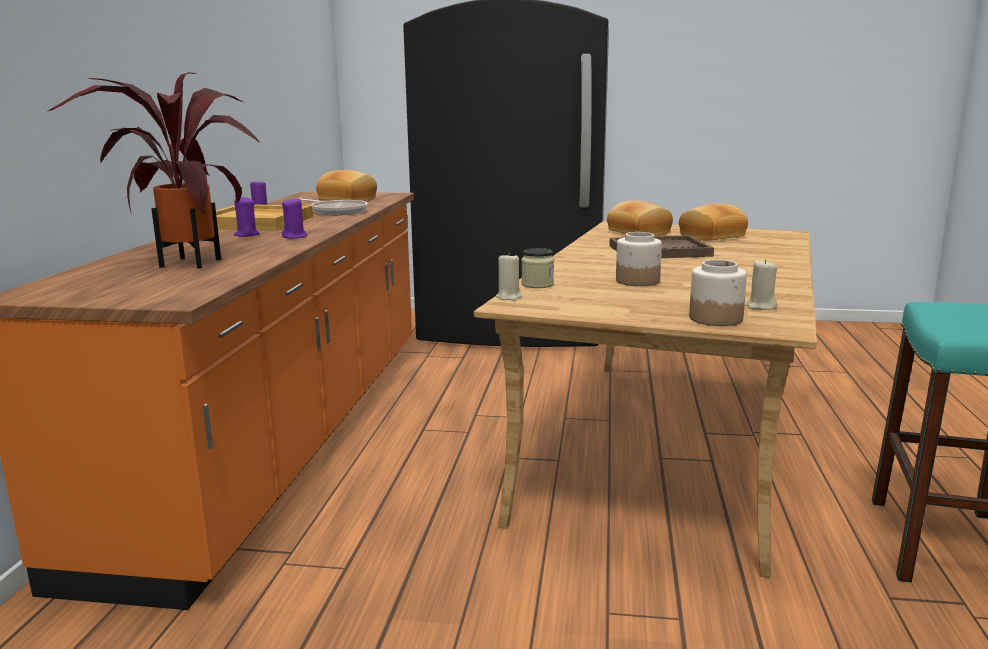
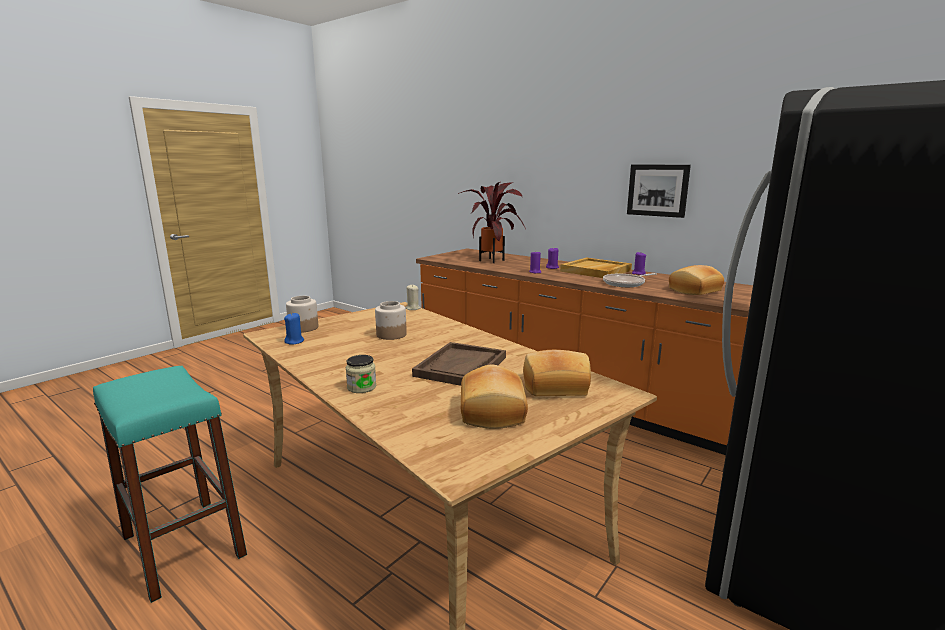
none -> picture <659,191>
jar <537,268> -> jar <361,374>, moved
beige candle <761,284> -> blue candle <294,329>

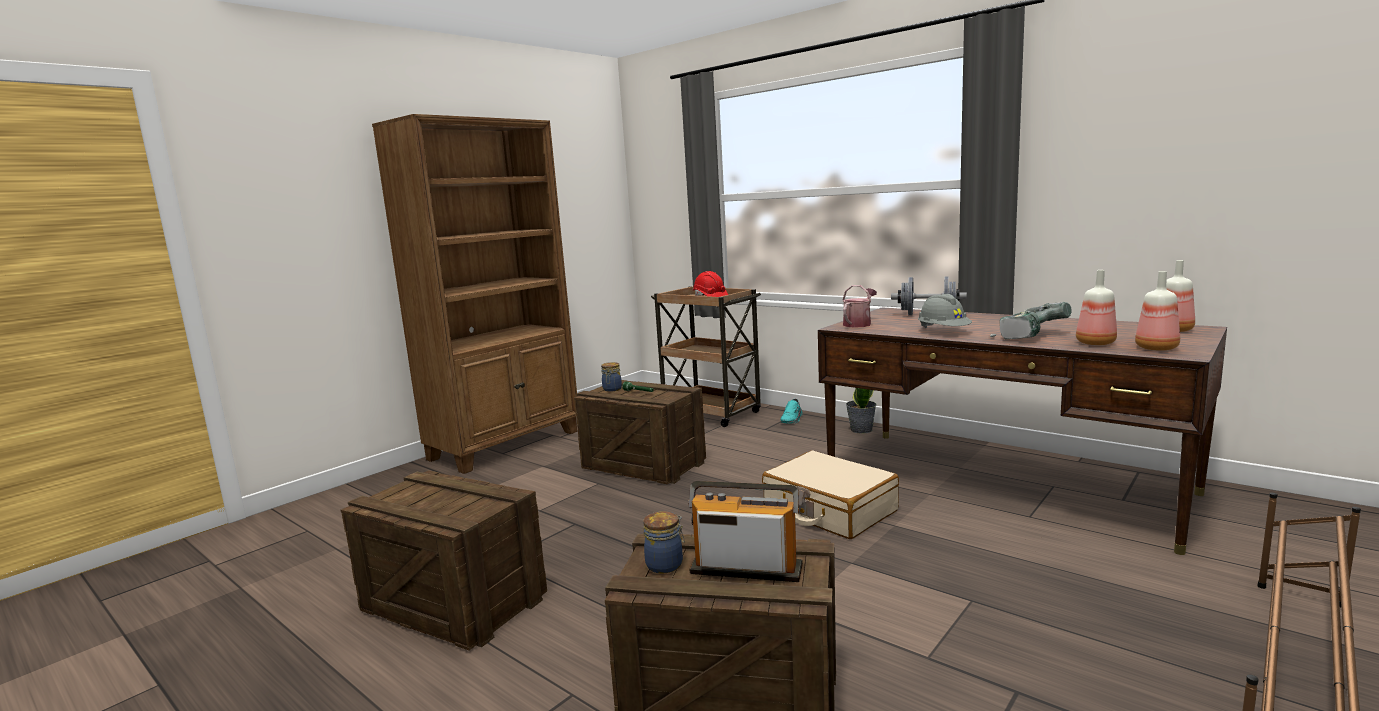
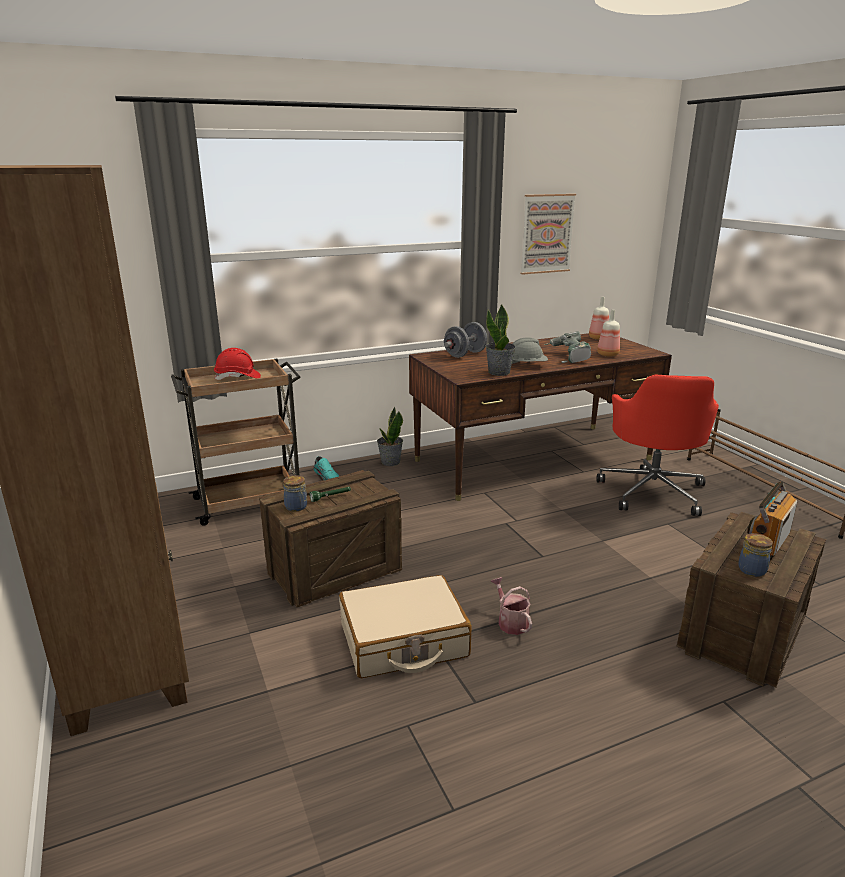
crate <444,560> -> none
bottle <1157,311> -> none
none -> potted plant <500,340>
none -> picture <548,234>
none -> red office chair <658,445>
beige suitcase <830,494> -> beige suitcase <405,626>, moved
watering can <860,306> -> watering can <511,606>, moved

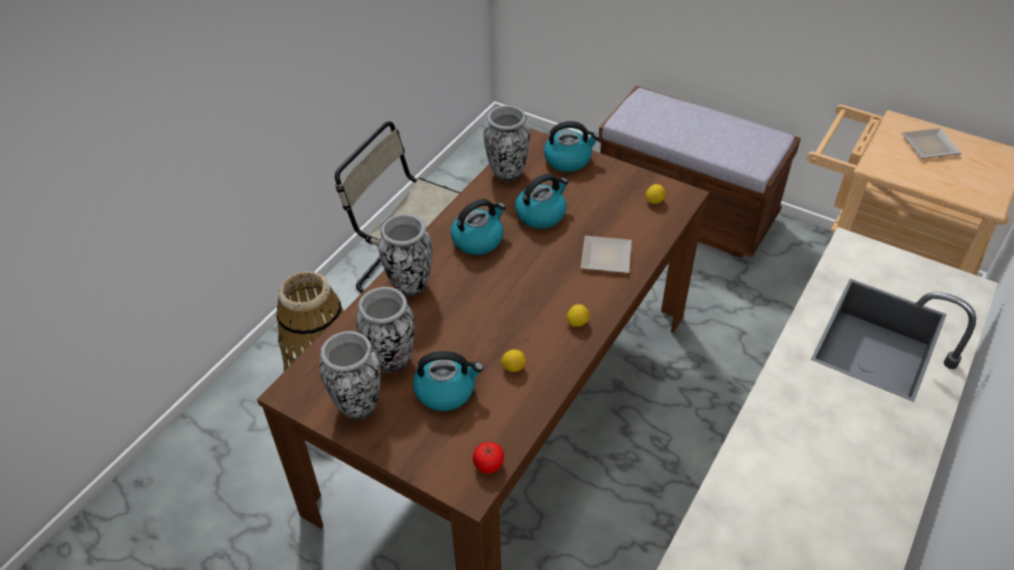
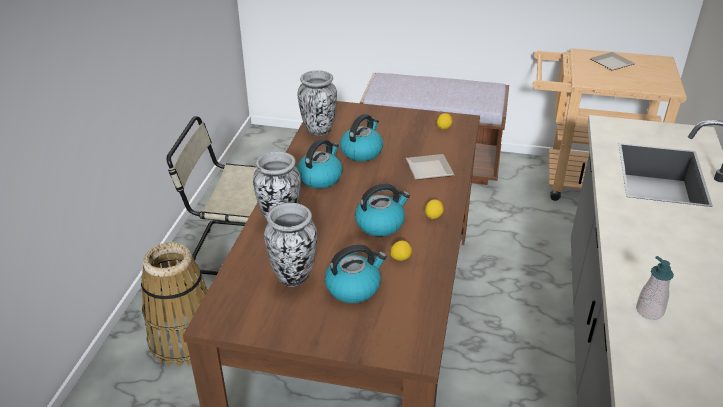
vase <350,375> -> none
tomato <488,458> -> none
none -> soap dispenser <655,288>
kettle <572,146> -> kettle <382,209>, moved

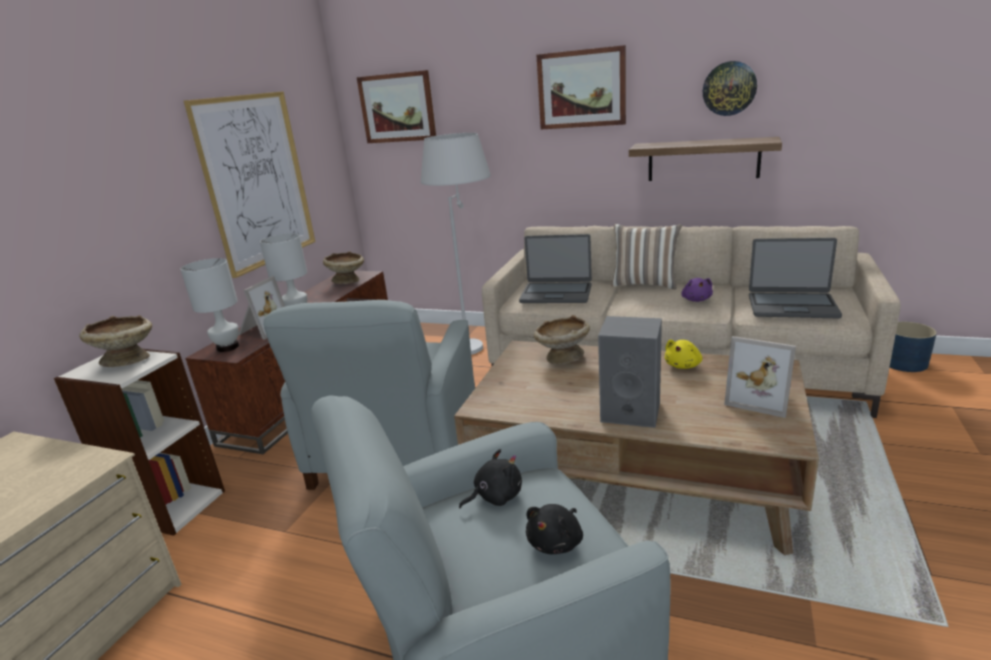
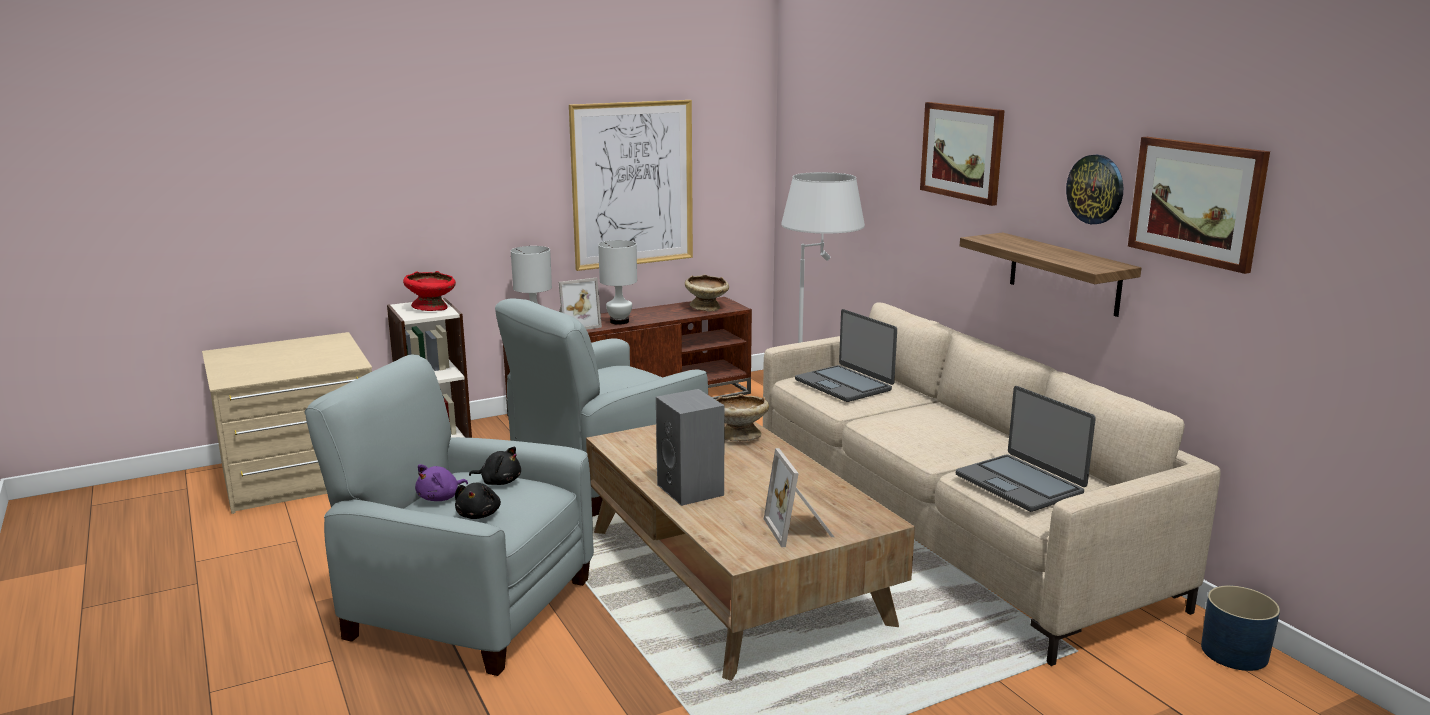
pillow <646,256> -> none
yellow plush toy <683,354> -> none
picture <396,106> -> picture <1199,205>, moved
purple plush toy <697,290> -> purple plush toy <441,482>, moved
beige bowl <115,341> -> red bowl <429,291>
black plush toy <554,529> -> black plush toy <478,501>, 75 degrees counterclockwise

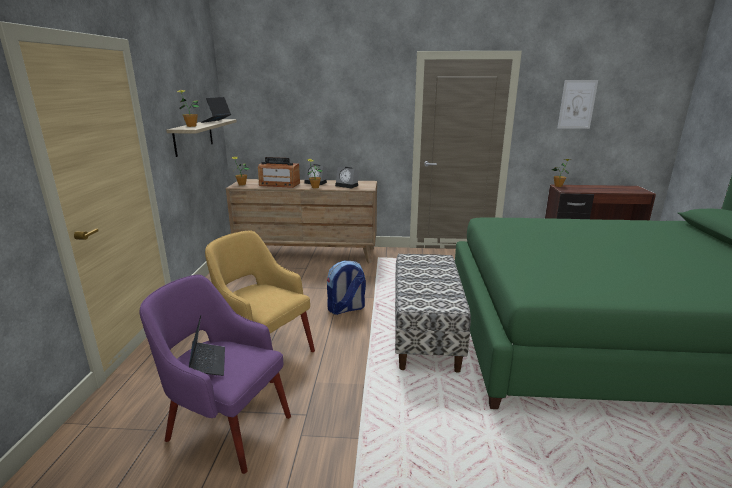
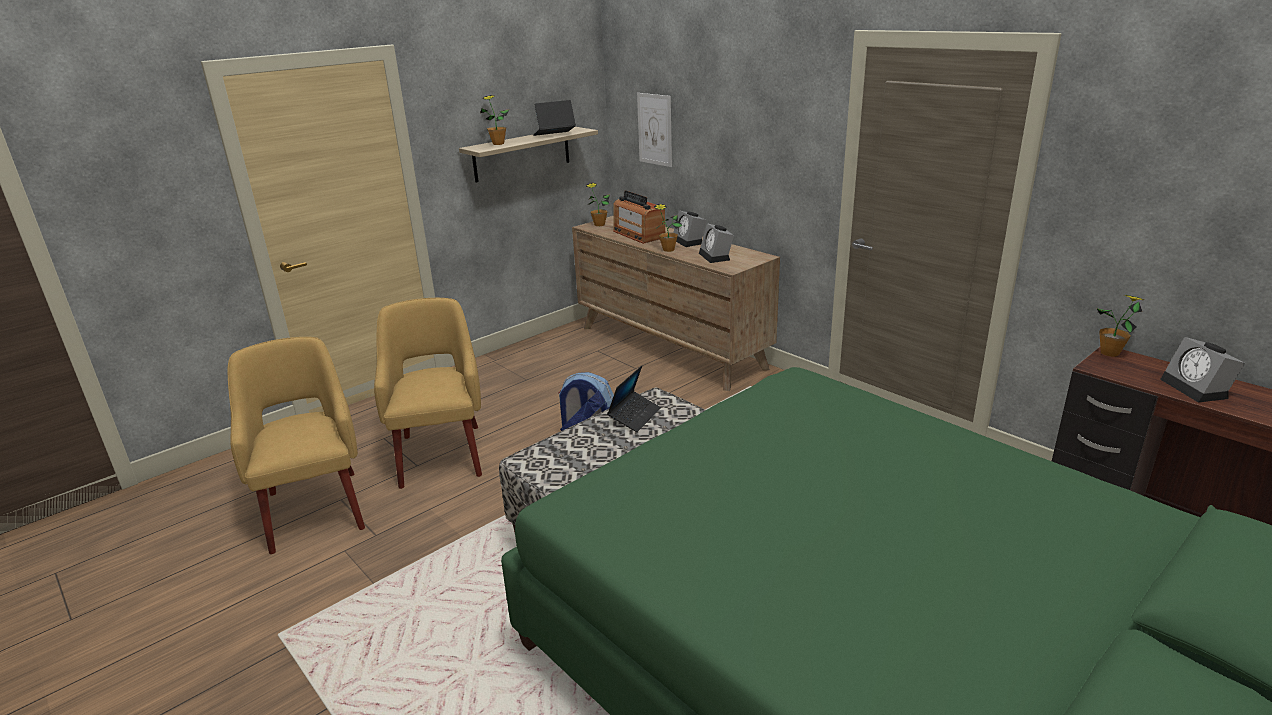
none -> alarm clock <1202,369>
laptop <207,345> -> laptop <634,399>, moved
picture <578,104> -> picture <654,130>, moved
purple armchair <215,374> -> yellow armchair <296,445>

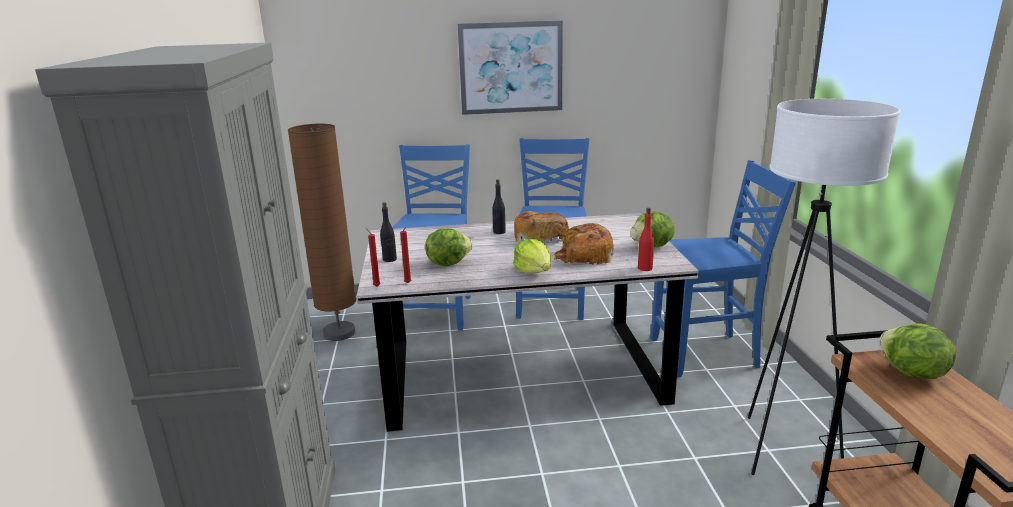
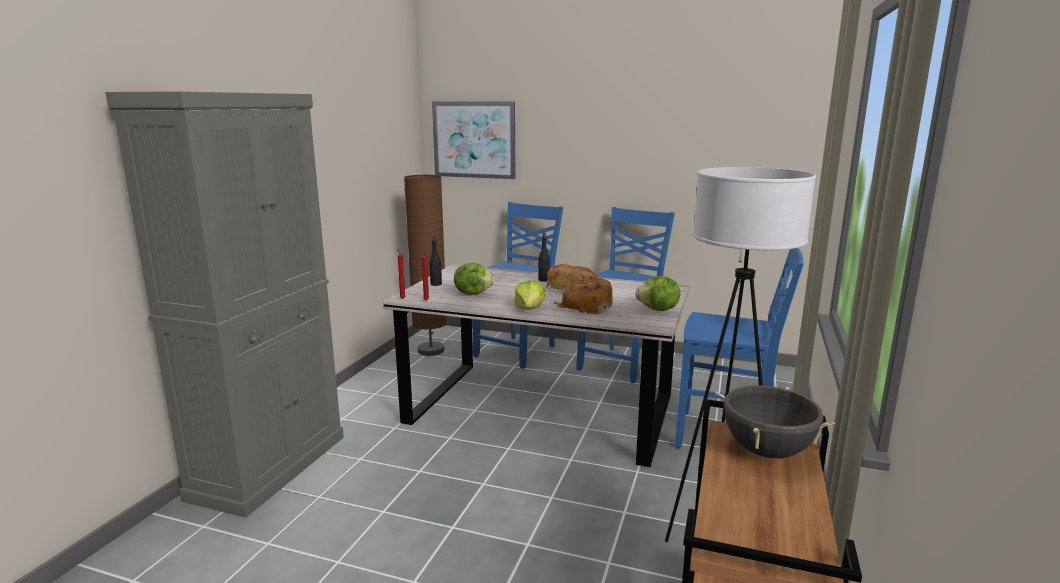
red bottle <646,239> -> none
picture <510,67> -> picture <473,140>, moved
lettuce <917,351> -> black cooking pot <775,422>

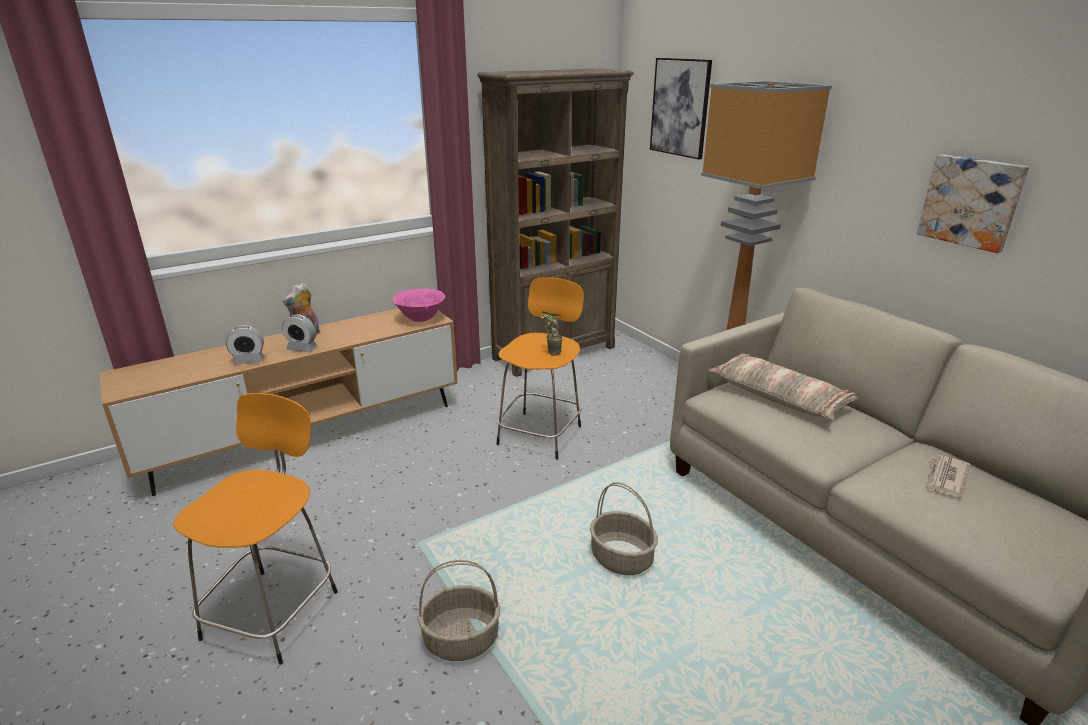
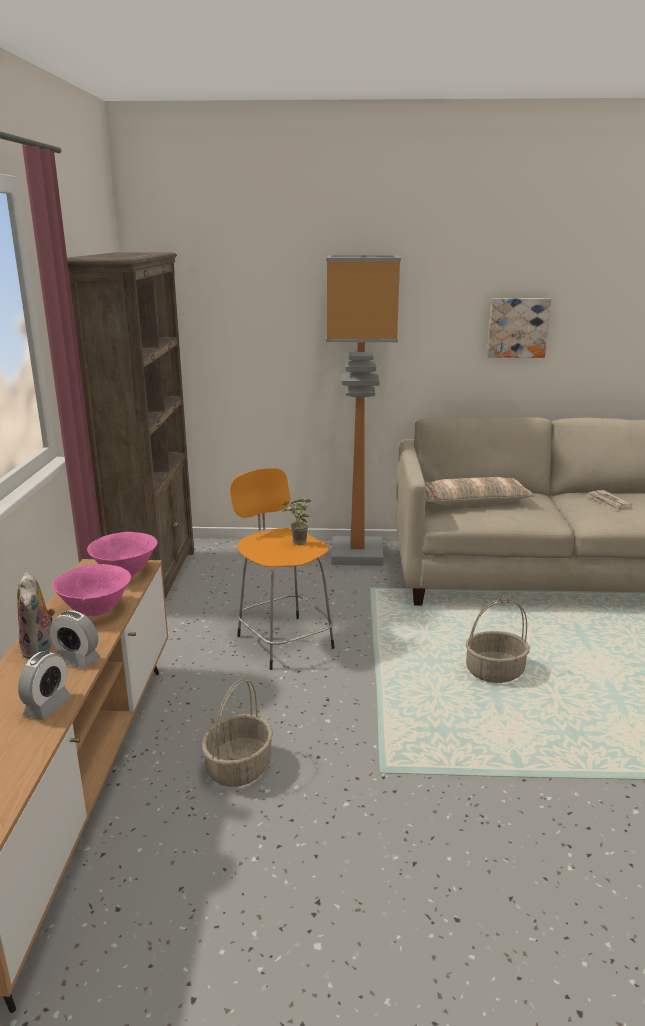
orange stool <255,529> -> none
picture <681,108> -> none
none -> pink bowl <91,590>
basket <459,610> -> basket <237,733>, moved
alarm clock <299,333> -> alarm clock <74,639>, 60 degrees clockwise

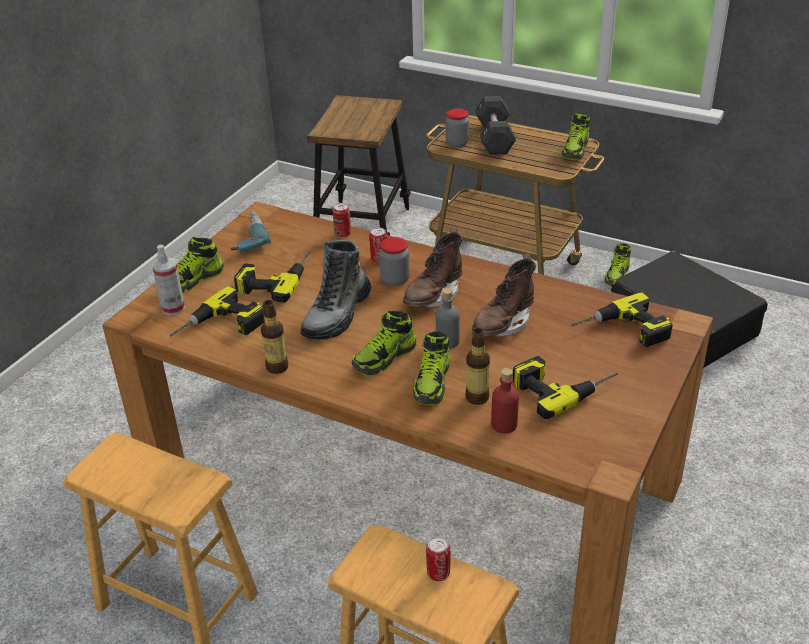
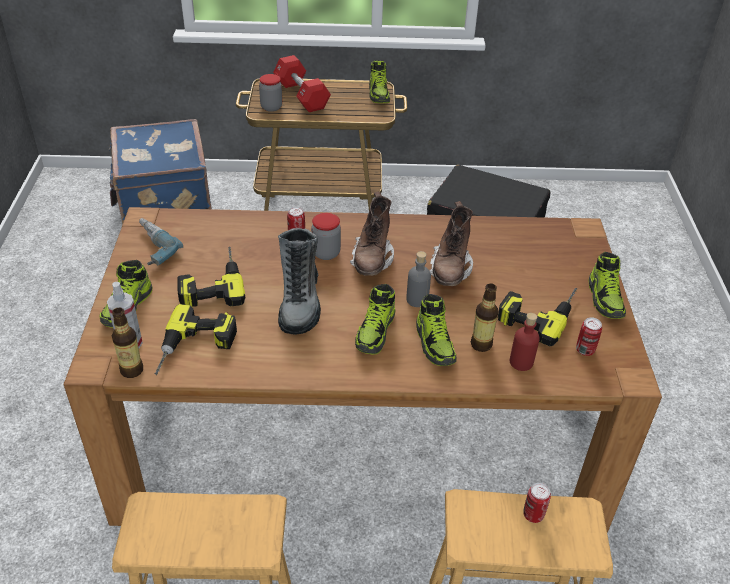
power drill <622,319> -> none
bottle <274,337> -> bottle <127,343>, moved
can <342,220> -> can <589,336>, moved
shoe <618,264> -> shoe <607,285>, moved
stool <359,165> -> blue suitcase <160,171>
black dumbbell <495,125> -> red dumbbell <302,83>

